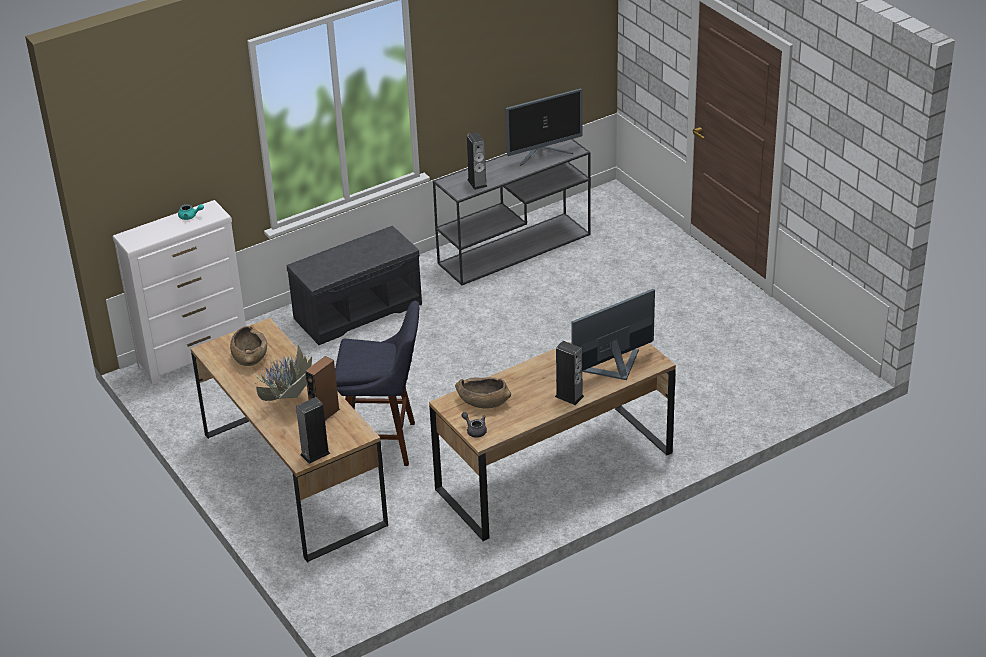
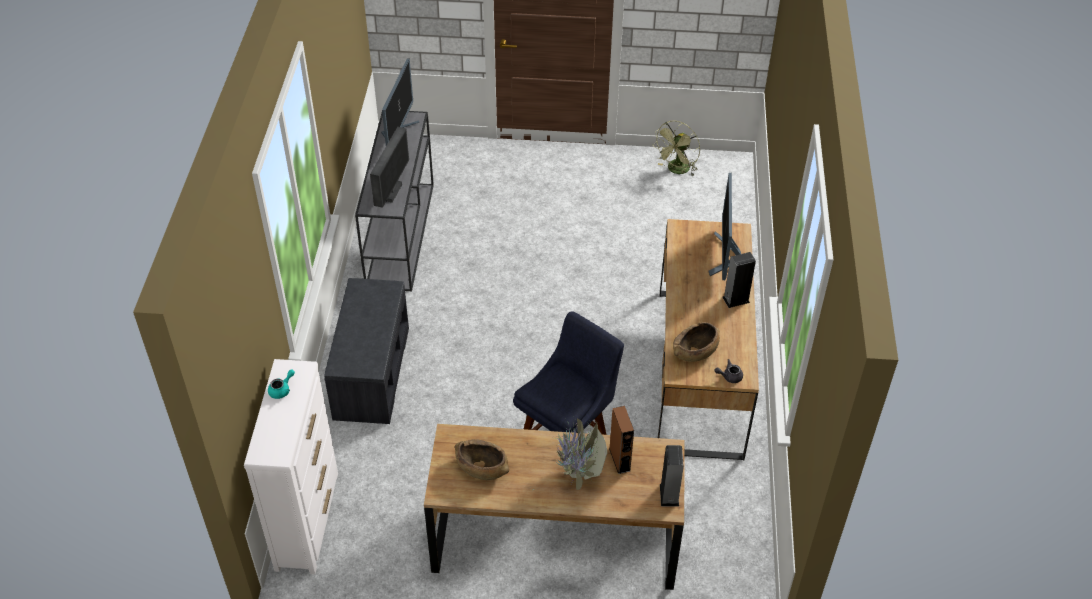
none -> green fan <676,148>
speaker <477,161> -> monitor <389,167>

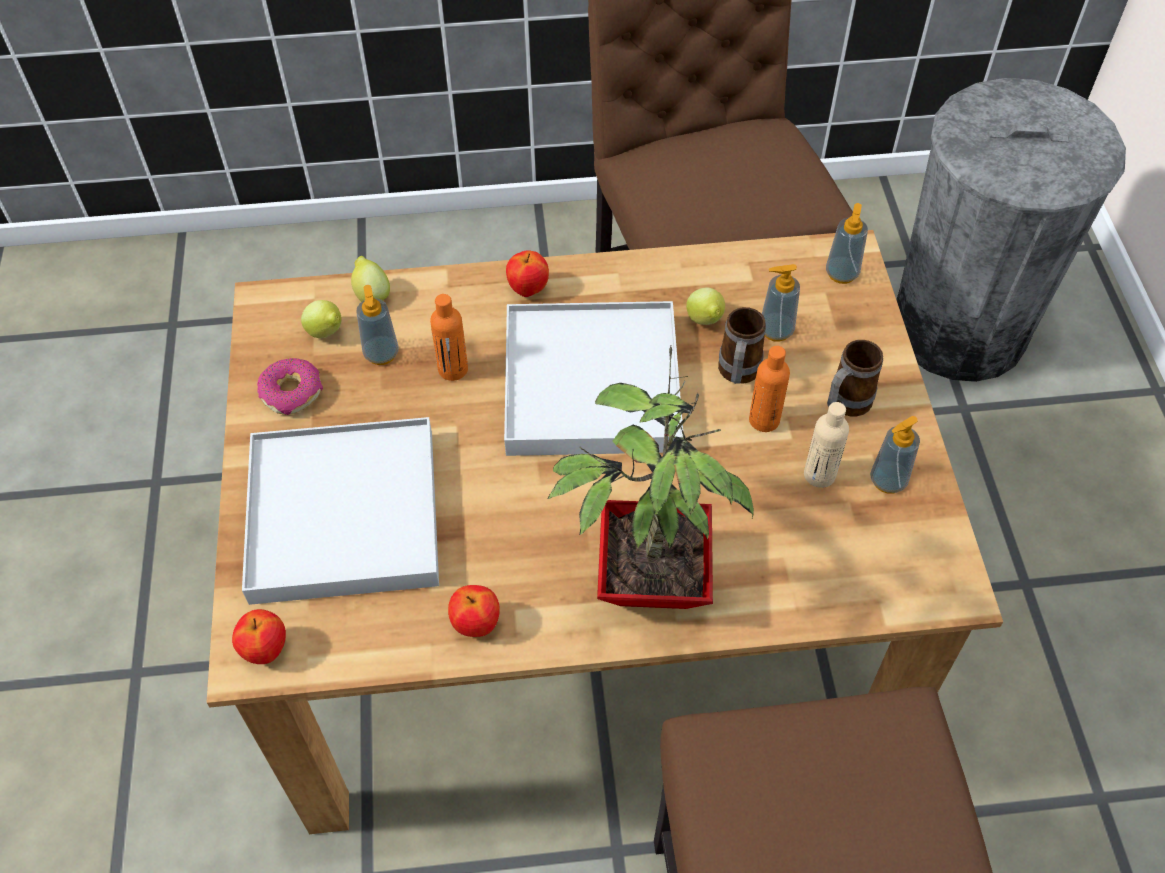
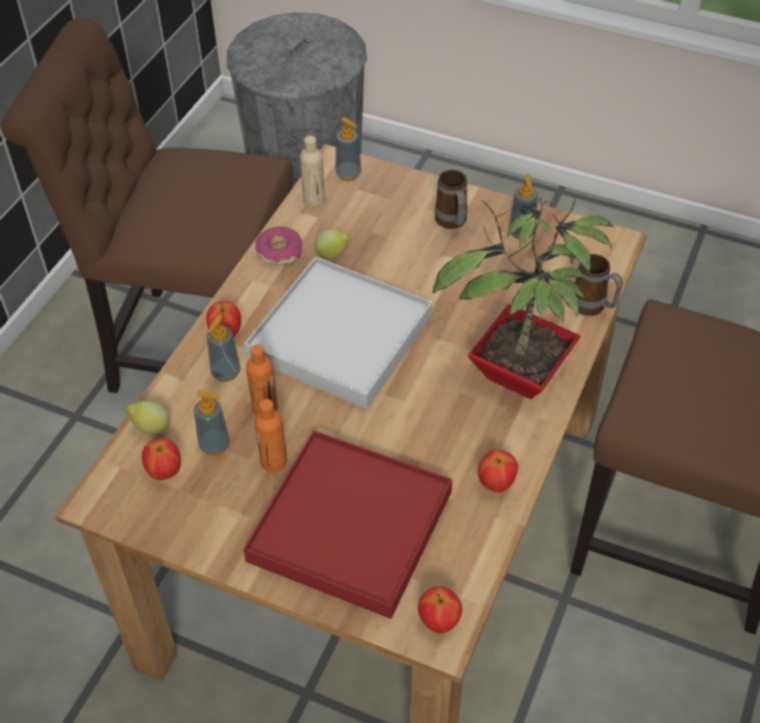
donut <290,386> -> donut <278,246>, moved
mug <742,345> -> mug <599,285>, moved
orange bottle <769,389> -> orange bottle <271,435>, moved
soap dispenser <781,303> -> soap dispenser <224,348>, moved
beige bottle <826,445> -> beige bottle <312,171>, moved
lemon <321,319> -> apple <161,459>
white tray <340,511> -> red tray <347,524>

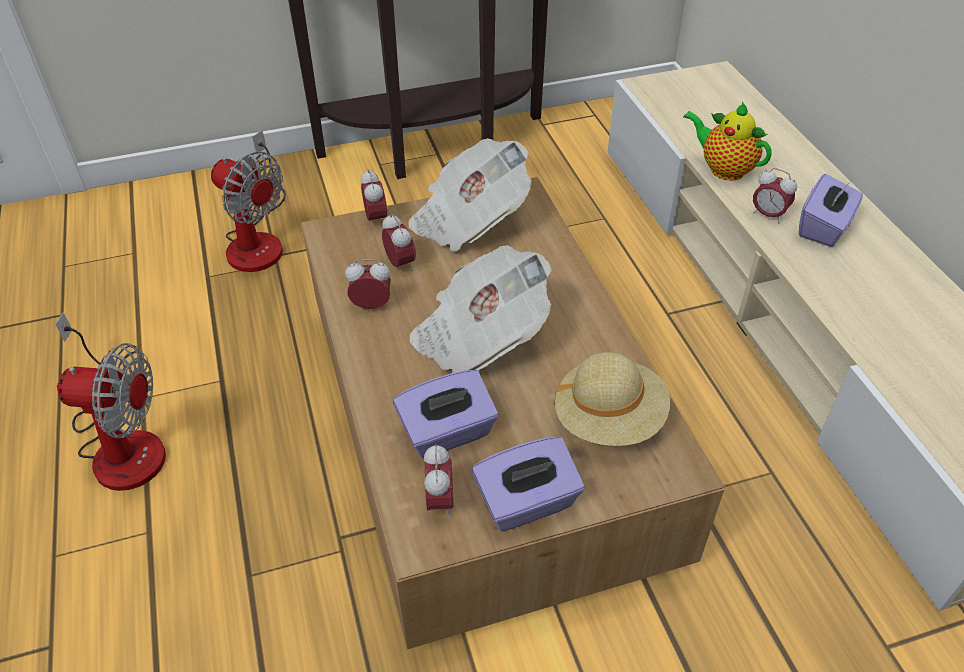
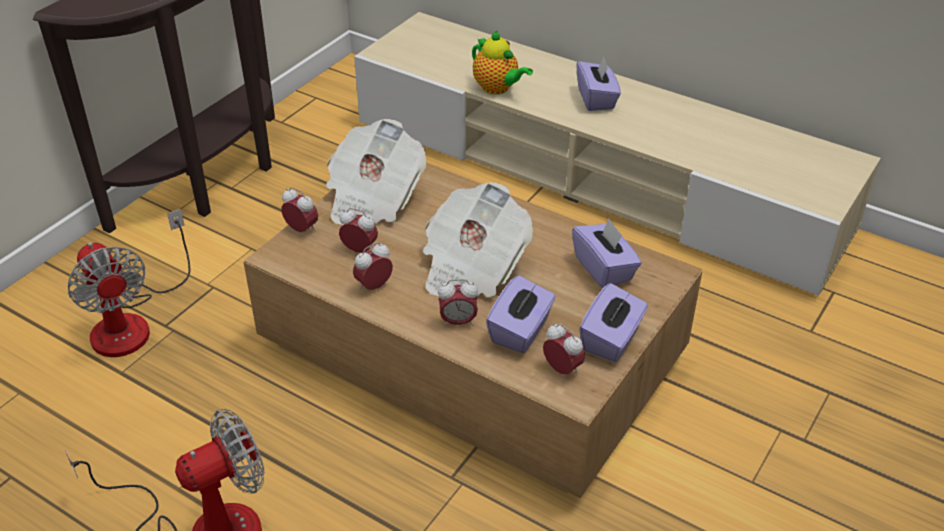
alarm clock <775,195> -> alarm clock <458,303>, moved
beige hat <612,399> -> purple tissue box <607,253>
fan <248,201> -> fan <129,283>, 60 degrees clockwise
teapot <727,141> -> teapot <502,62>, 135 degrees counterclockwise

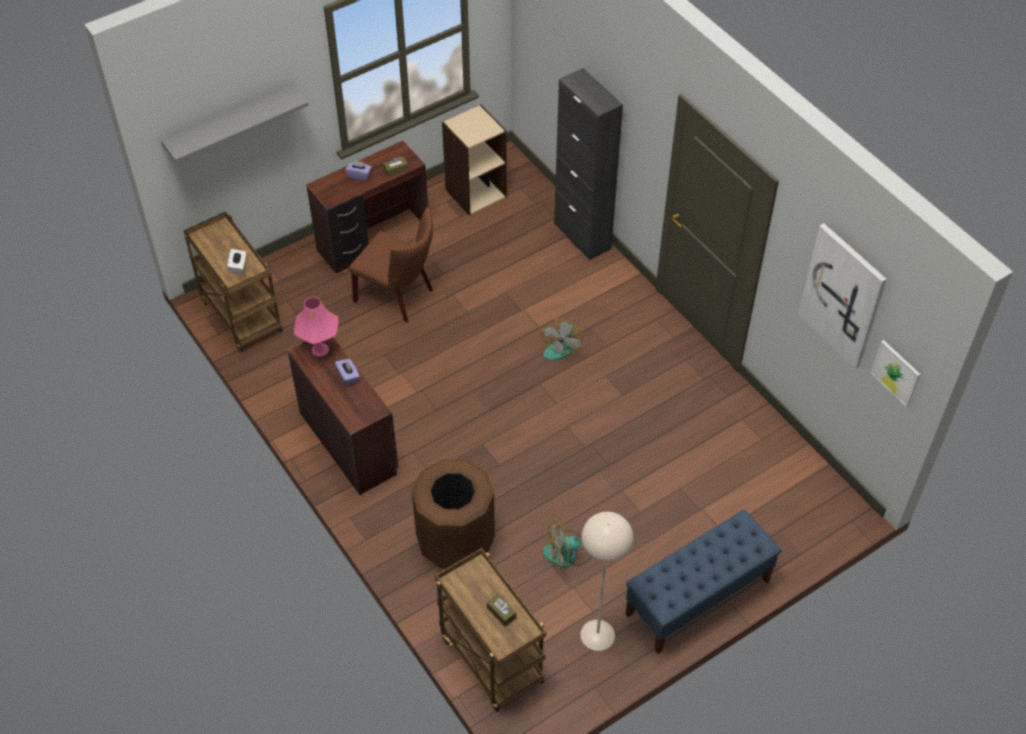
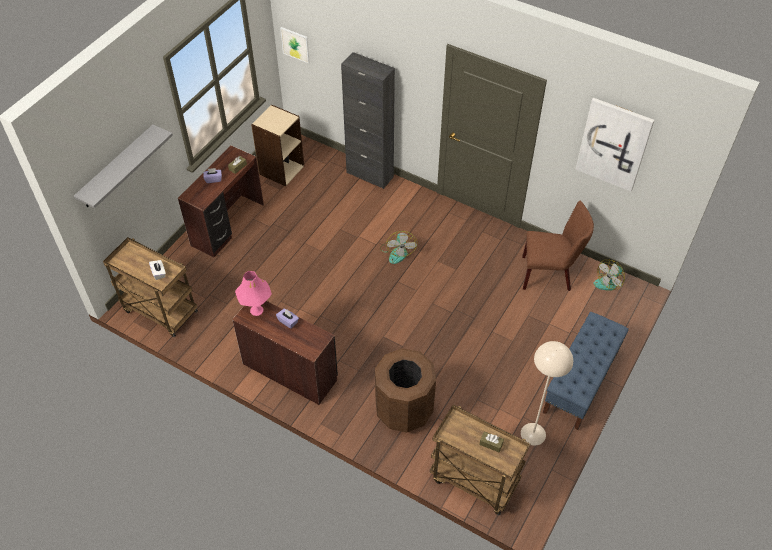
brown chair <391,265> -> brown chair <558,245>, moved
fan <567,545> -> fan <609,275>, moved
picture <895,373> -> picture <295,45>, moved

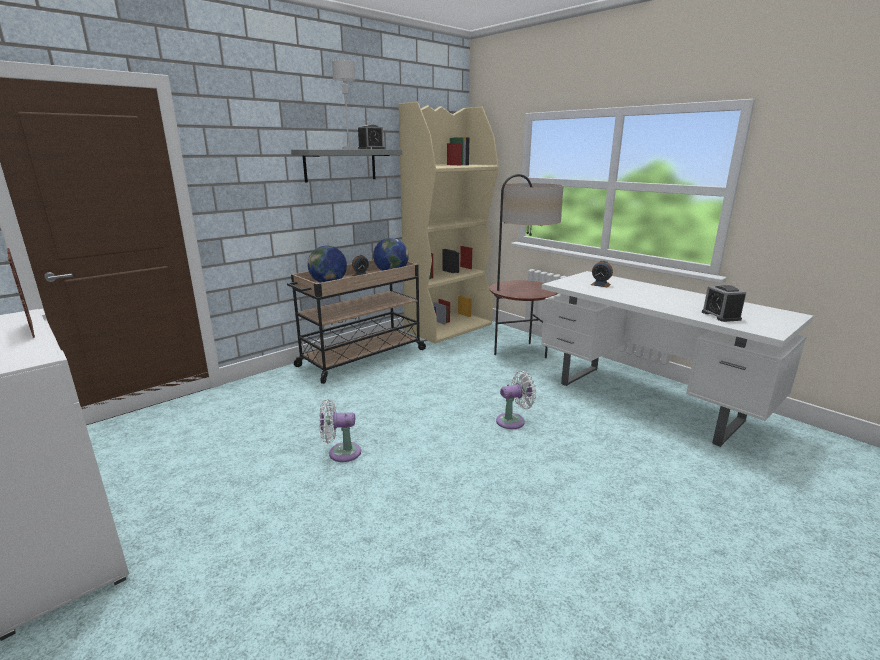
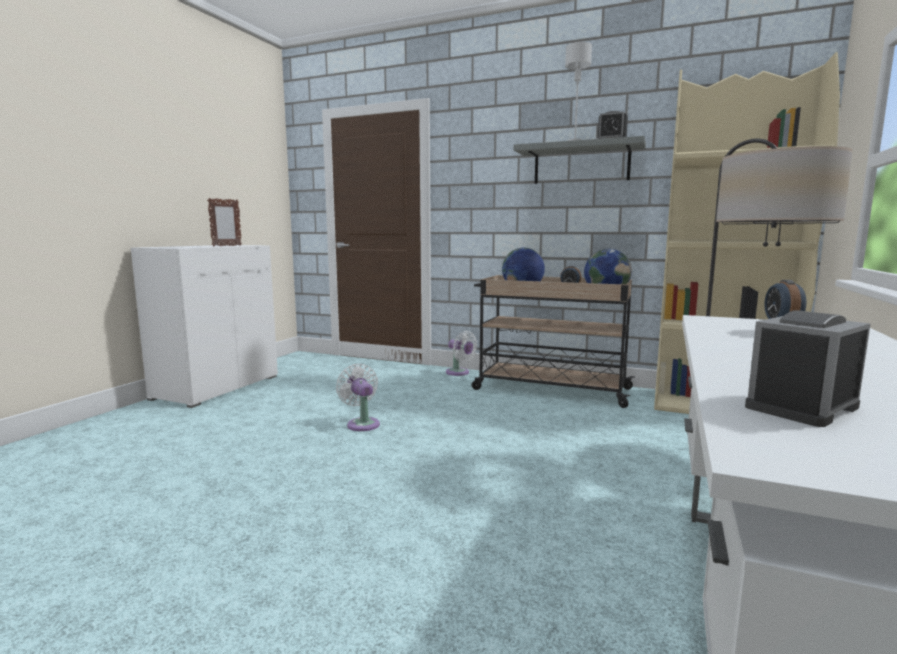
white fan <516,400> -> white fan <462,353>, moved

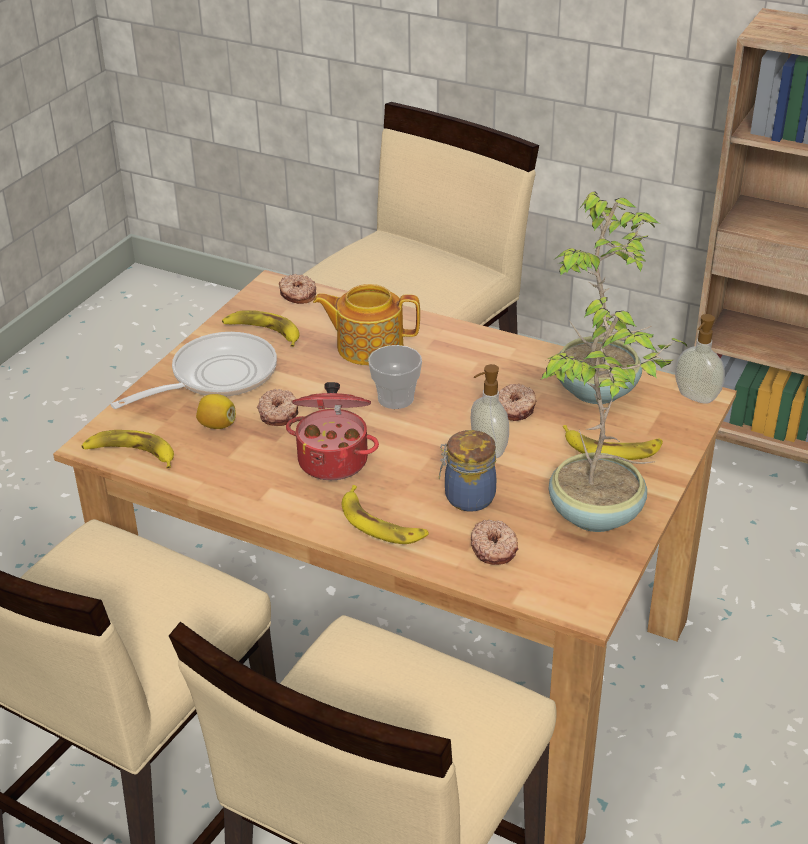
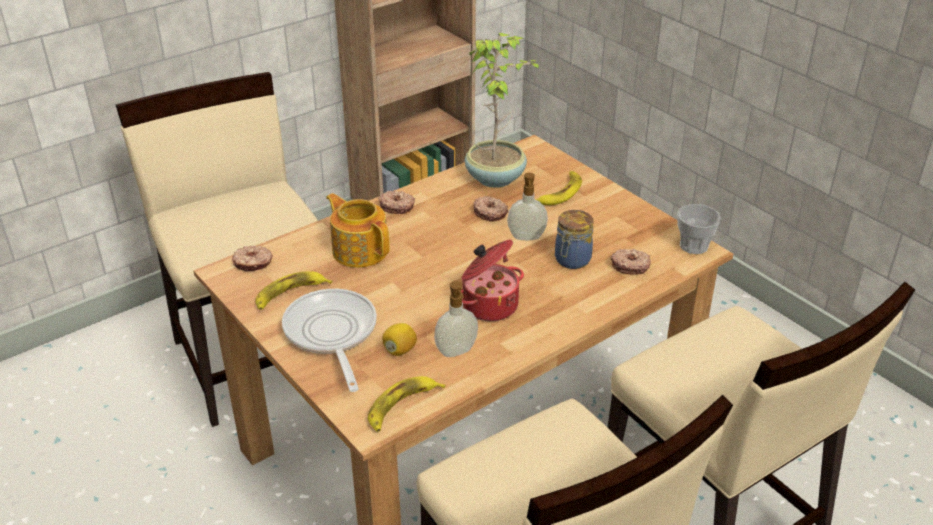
banana <385,514> -> none
potted plant <614,414> -> none
donut <278,407> -> donut <396,202>, moved
cup <395,377> -> cup <699,229>, moved
soap dispenser <700,358> -> soap dispenser <456,319>, moved
teapot <366,325> -> teapot <358,230>, 105 degrees clockwise

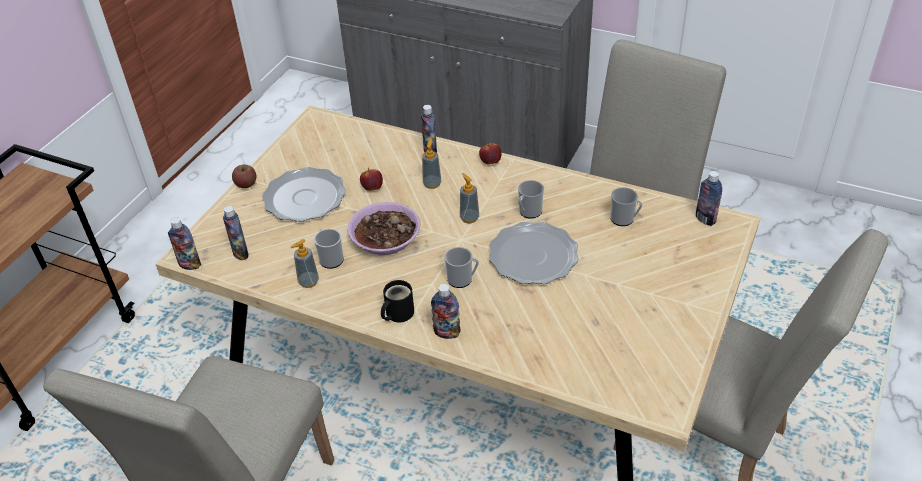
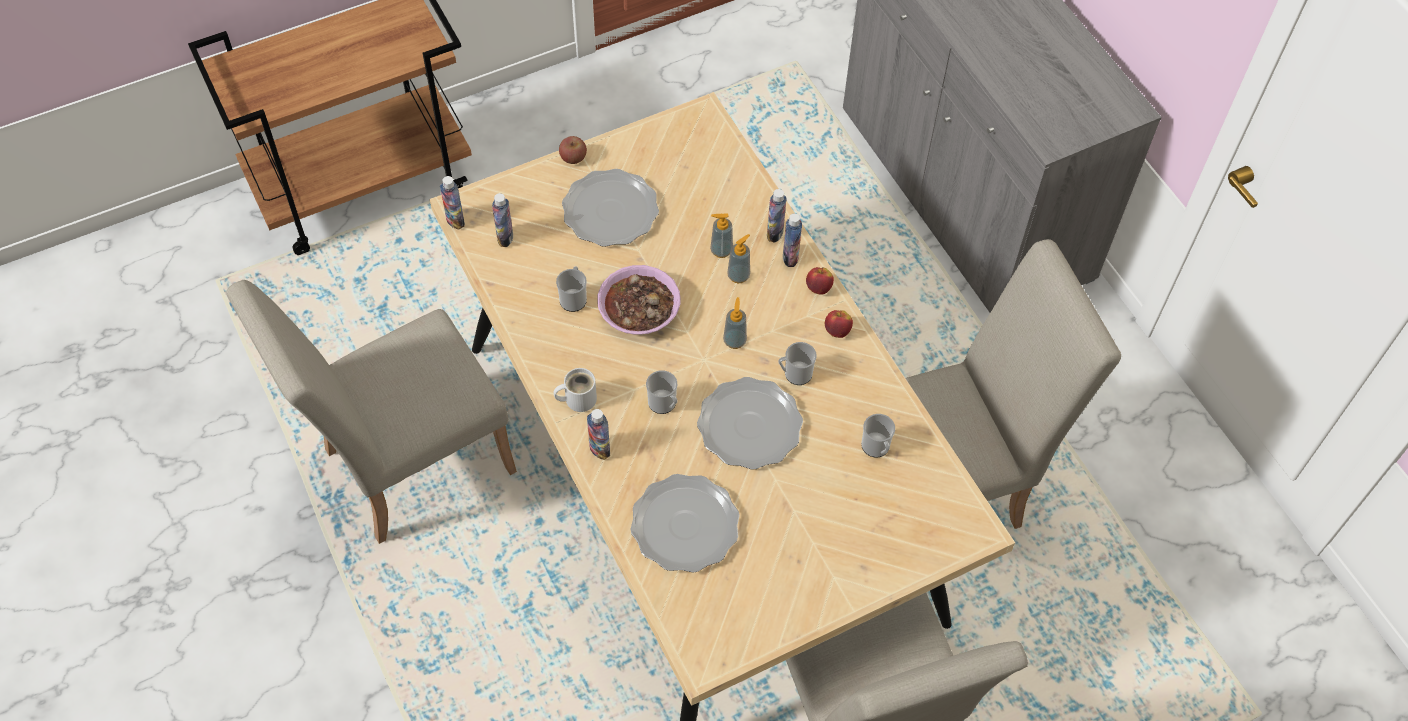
none -> plate <685,523>
soap dispenser <305,263> -> soap dispenser <721,235>, moved
apple <371,179> -> apple <839,324>, moved
bottle <709,198> -> bottle <792,240>, moved
black mug <397,301> -> white mug <575,390>

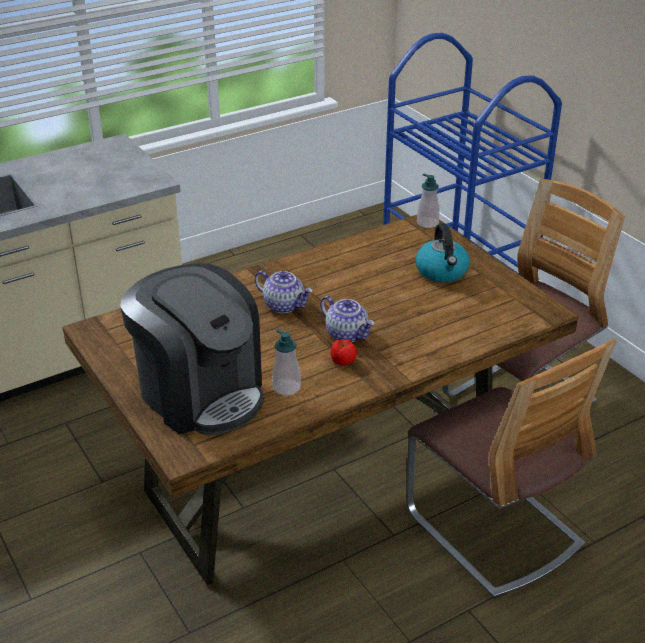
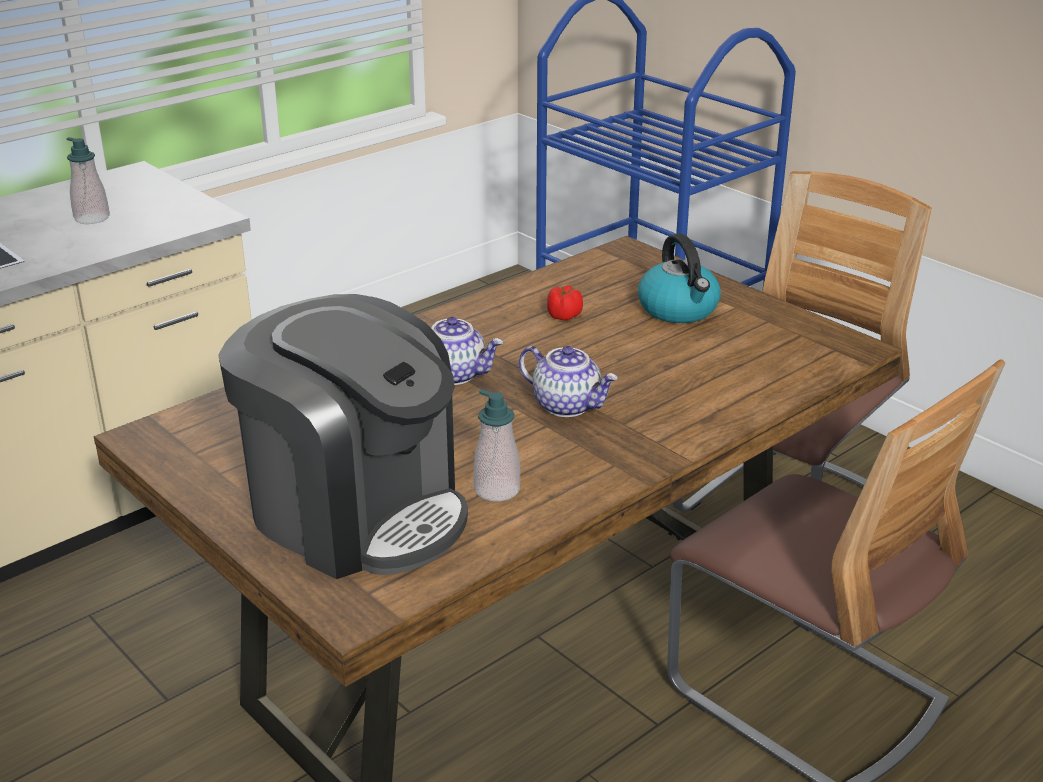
tomato <343,352> -> tomato <565,302>, moved
soap dispenser <428,201> -> soap dispenser <88,180>, moved

